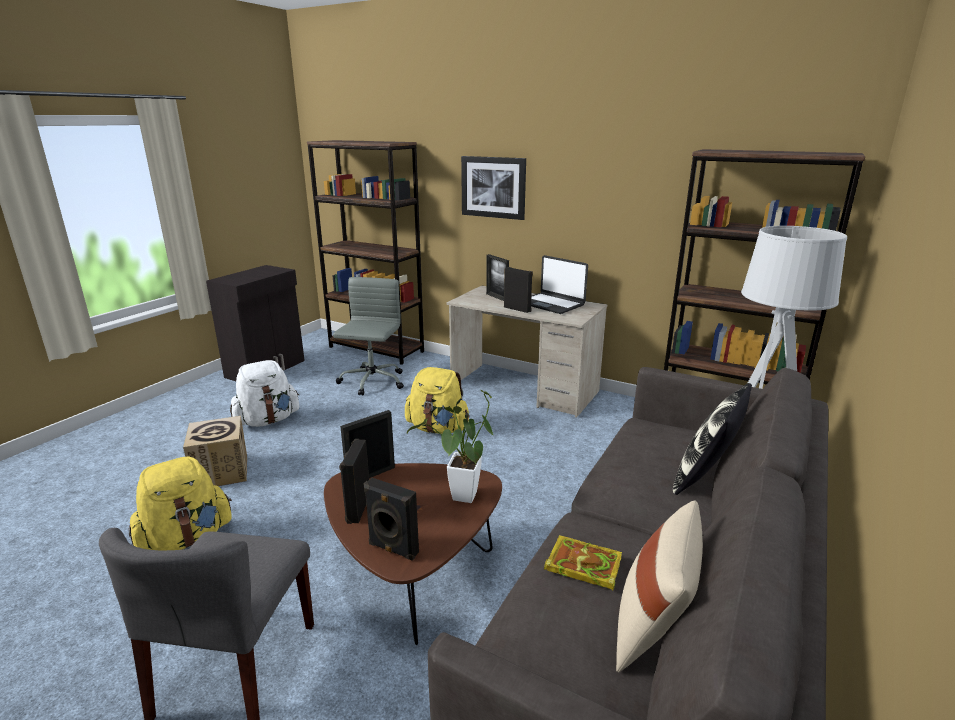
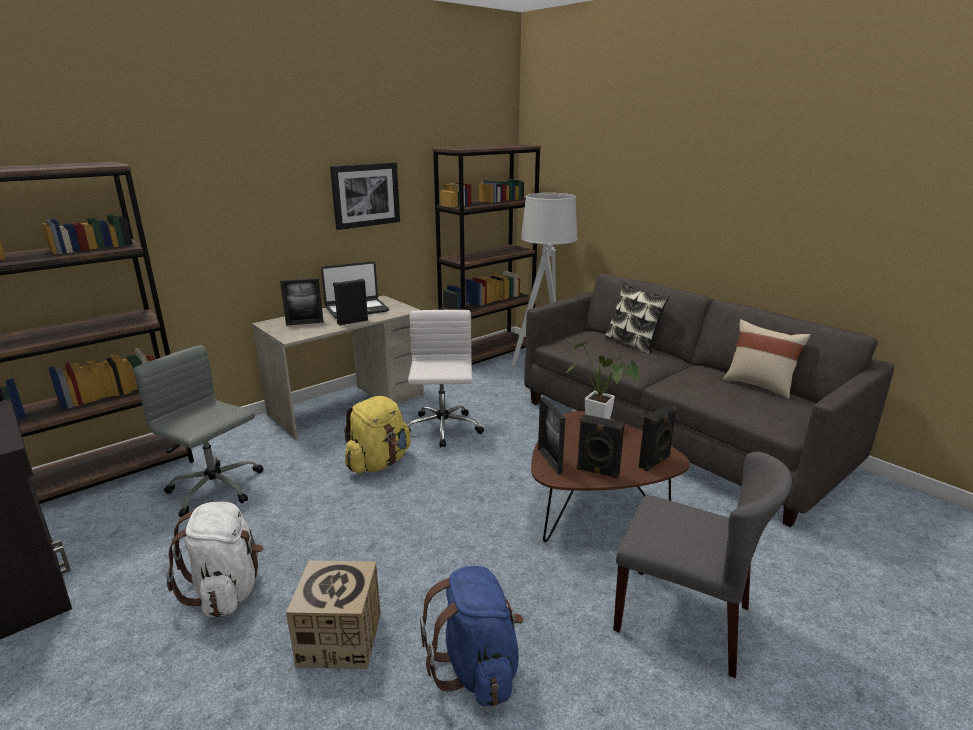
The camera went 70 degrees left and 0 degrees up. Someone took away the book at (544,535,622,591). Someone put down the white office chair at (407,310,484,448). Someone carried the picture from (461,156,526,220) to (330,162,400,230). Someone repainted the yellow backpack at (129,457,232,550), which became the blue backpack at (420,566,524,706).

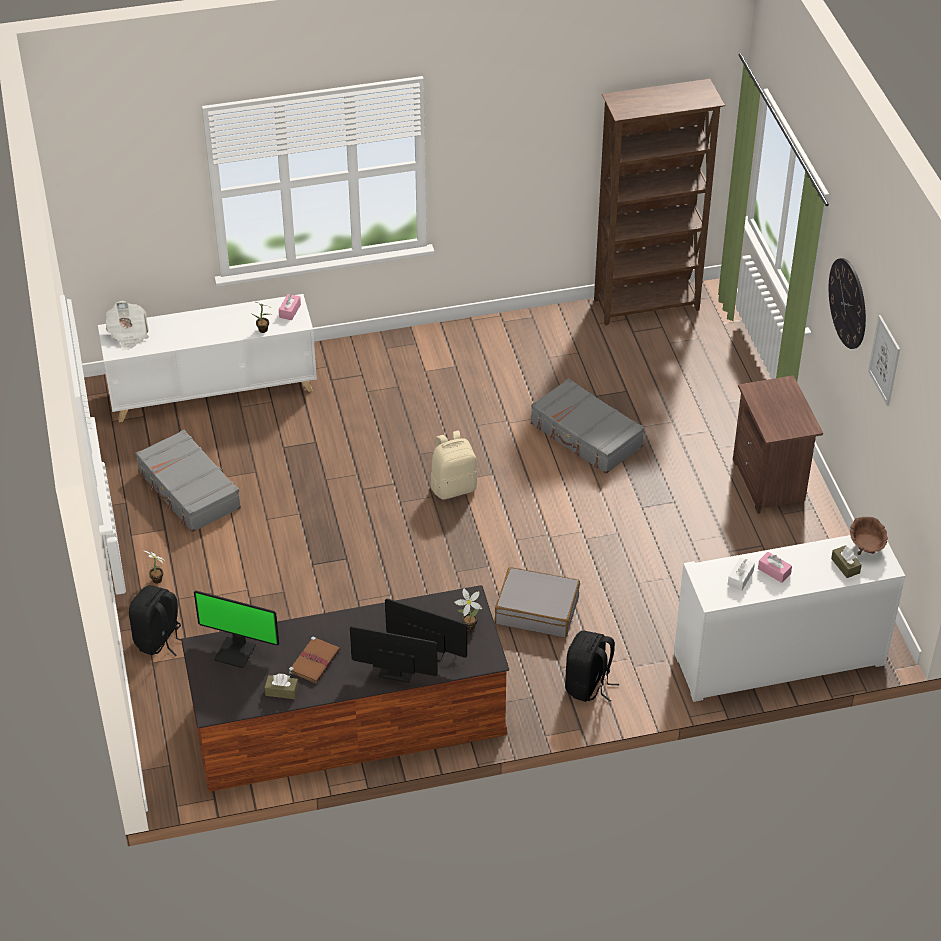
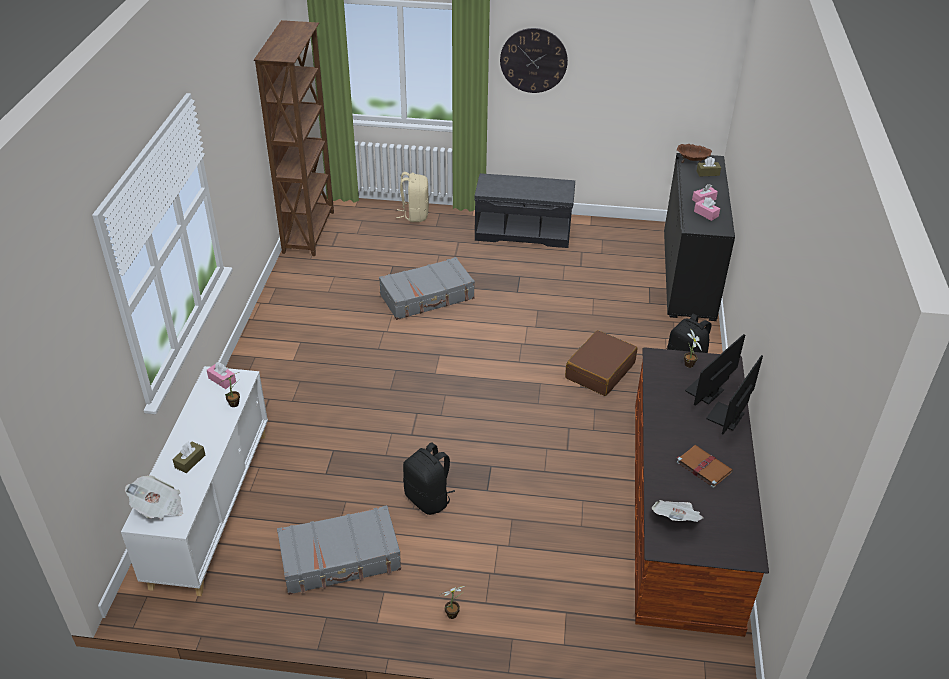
The camera went 70 degrees left and 5 degrees down. Someone took away the picture at (868,315,900,406). Someone carried the black backpack from (129,585,181,656) to (403,442,455,515). Someone carried the brown tissue box from (265,674,299,699) to (173,441,205,473). Someone carried the beige backpack from (431,431,477,500) to (396,172,429,222). Someone swapped the monitor at (194,591,279,668) for the newspaper at (652,500,703,522). Someone swapped the brown nightstand at (733,375,823,514) for the grey bench at (474,173,575,248). Someone repainted the grey suitcase at (495,567,580,637), which became the brown suitcase at (565,330,637,396). Someone repainted the white cabinet at (674,535,905,702), which became the black cabinet at (664,153,735,321). Someone repainted the white tissue box at (728,558,755,591), which became the pink tissue box at (694,197,720,221).

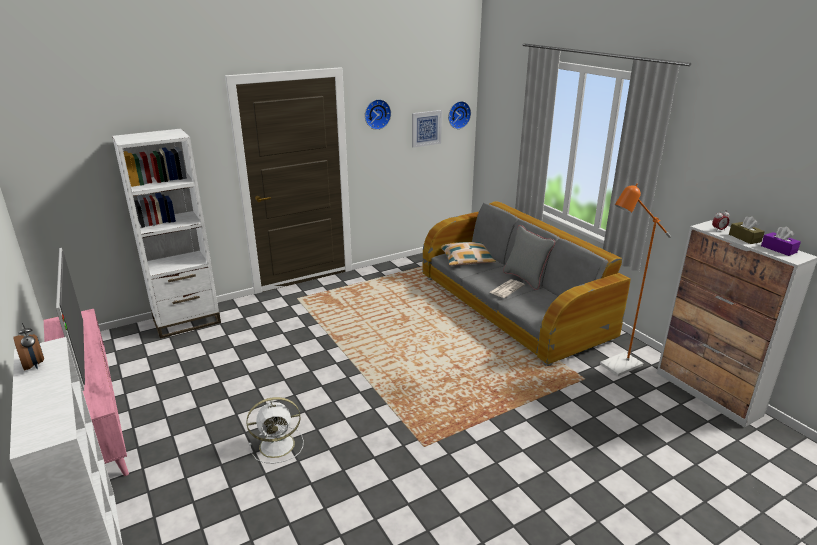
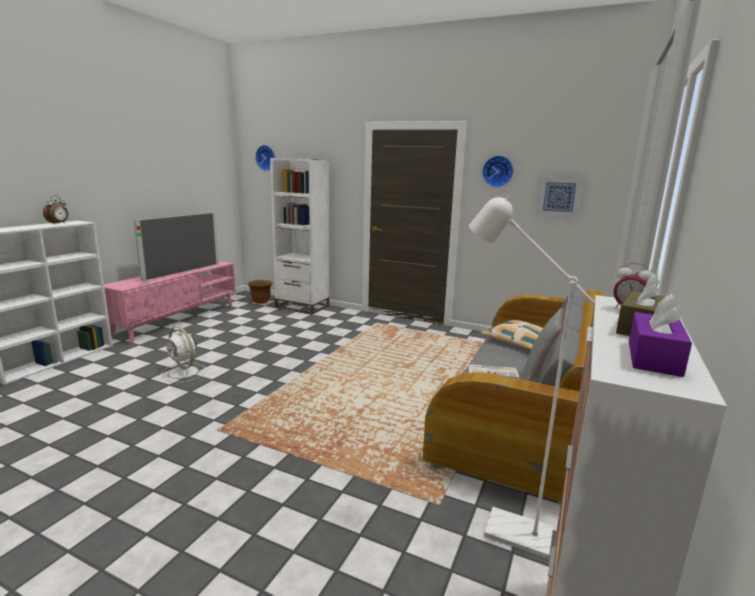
The camera went 55 degrees right and 10 degrees down. Someone put down the brown planter at (248,280,273,304). Someone carried the wall clock from (448,101,471,129) to (255,145,275,171). Someone repainted the orange floor lamp at (600,184,671,376), which became the white floor lamp at (469,195,595,559).

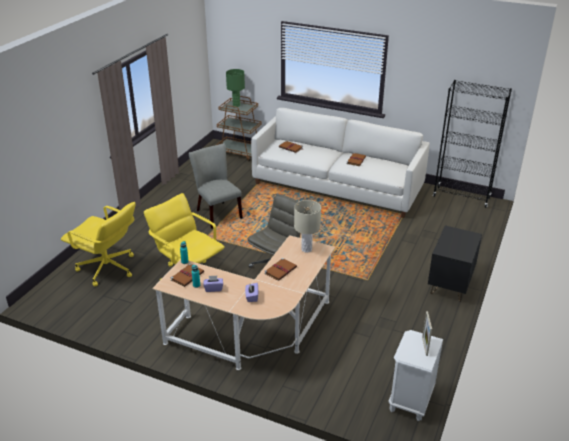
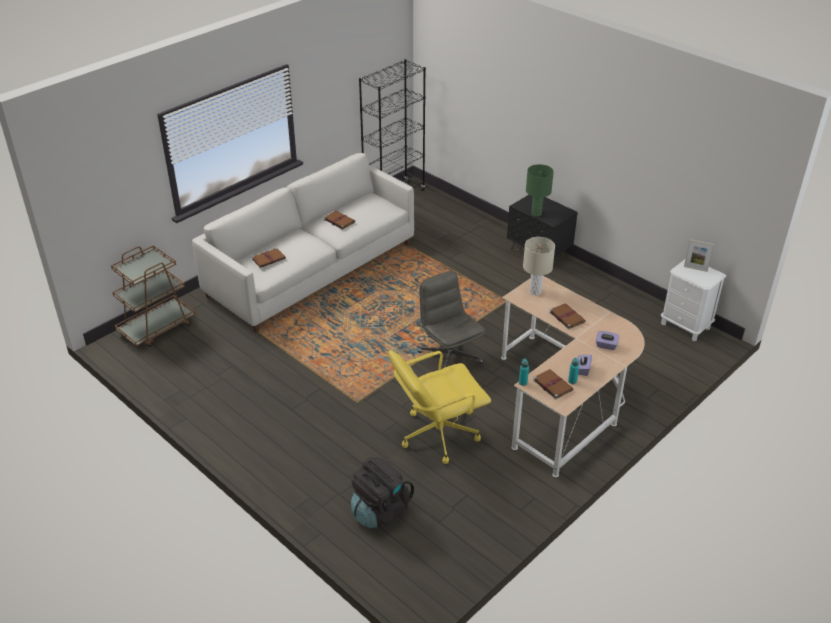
The camera went 70 degrees left and 5 degrees up. Someone took away the grey chair at (189,143,243,229). Someone carried the green table lamp from (226,69,245,107) to (526,164,554,217). Someone swapped the yellow office chair at (61,202,136,286) for the black backpack at (351,457,414,528).

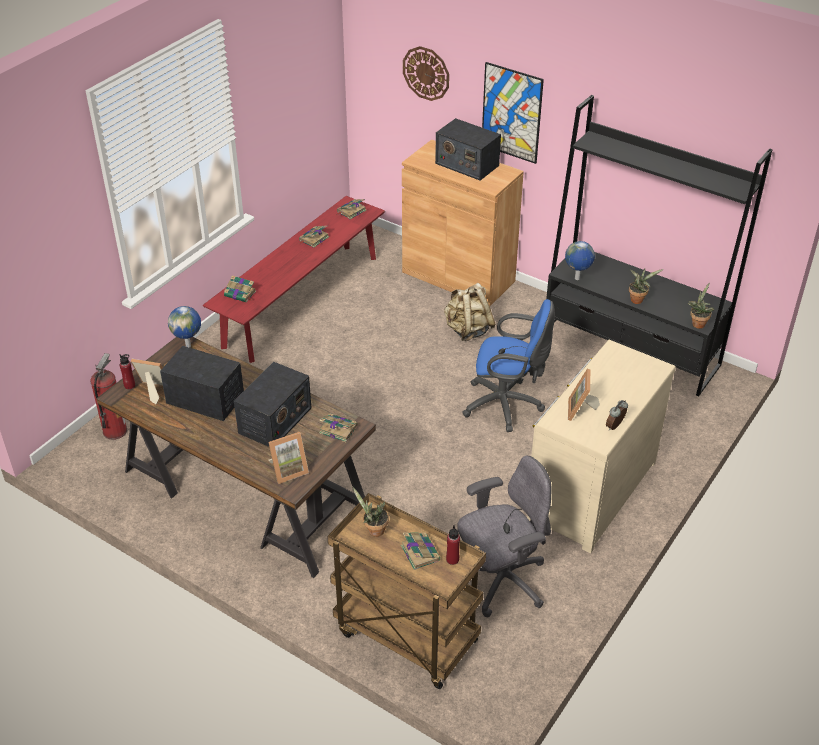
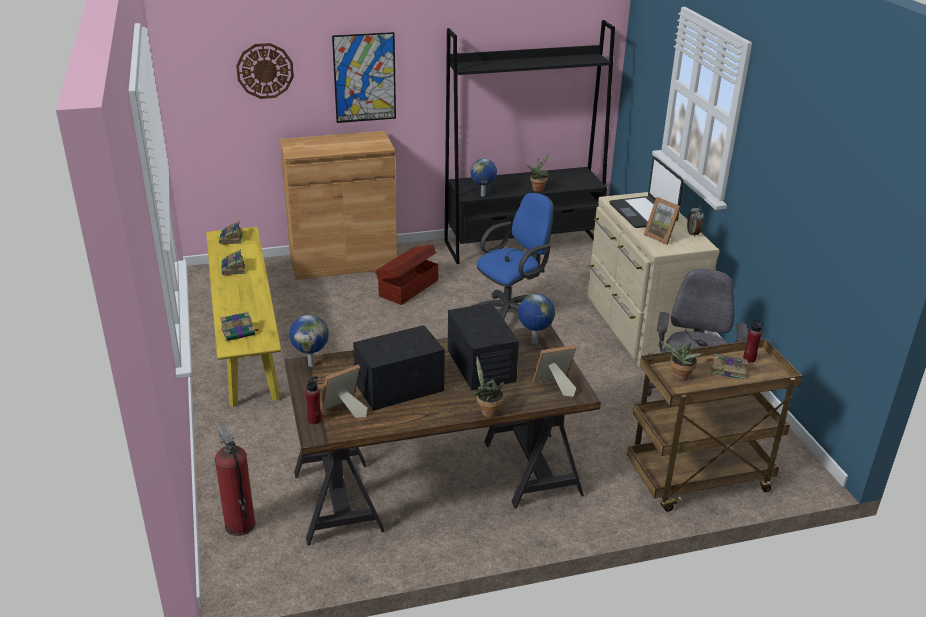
The camera went 50 degrees left and 10 degrees down. Someone took away the radio at (435,118,501,181). Someone put down the laptop at (609,157,684,228). Someone carried the potted plant from (688,282,714,329) to (473,357,504,418). Someone swapped the book at (319,413,357,442) for the globe at (518,294,555,344). Someone swapped the beige backpack at (444,283,495,341) for the brown storage box at (375,245,438,305). Someone repainted the red bench at (203,196,385,363), which became the yellow bench at (206,227,281,407). Someone rotated the picture frame at (268,432,309,484) by 120 degrees counterclockwise.

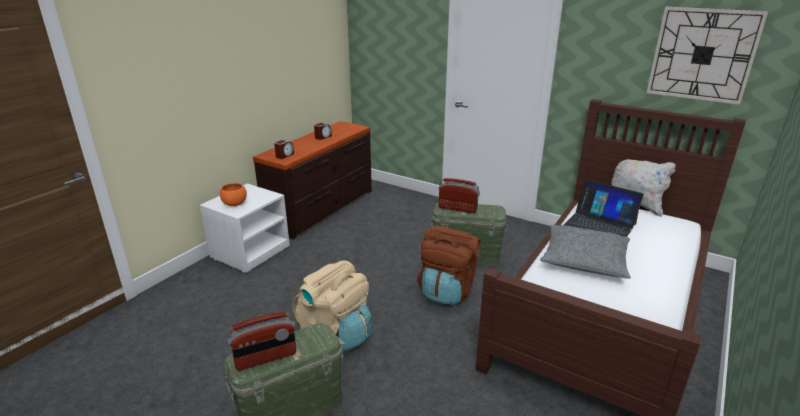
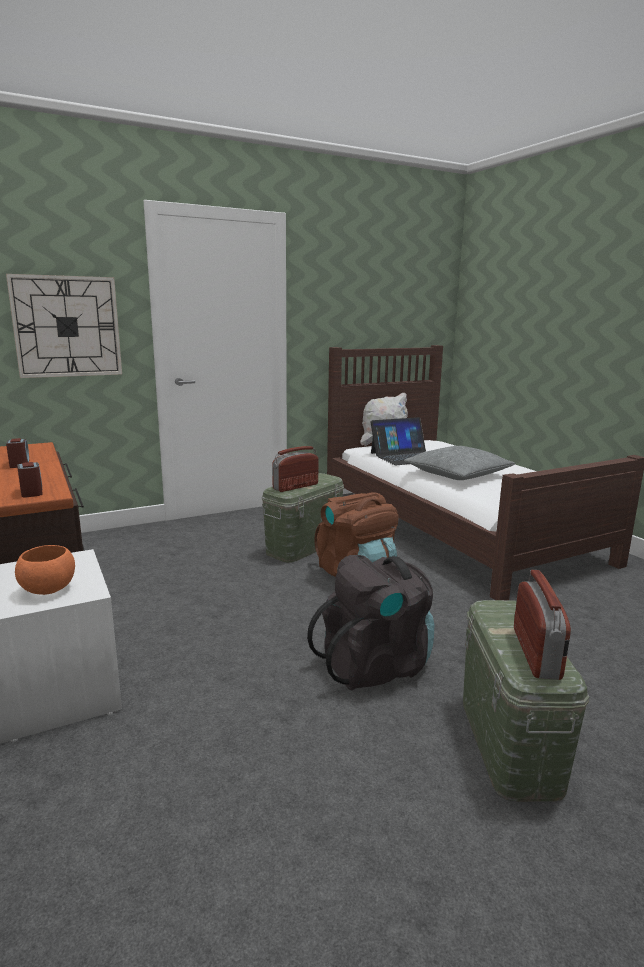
The camera went 60 degrees left and 10 degrees down. Someone carried the wall clock from (646,7,768,105) to (6,274,122,378). Someone repainted the beige backpack at (292,260,372,352), which became the black backpack at (307,555,434,690).

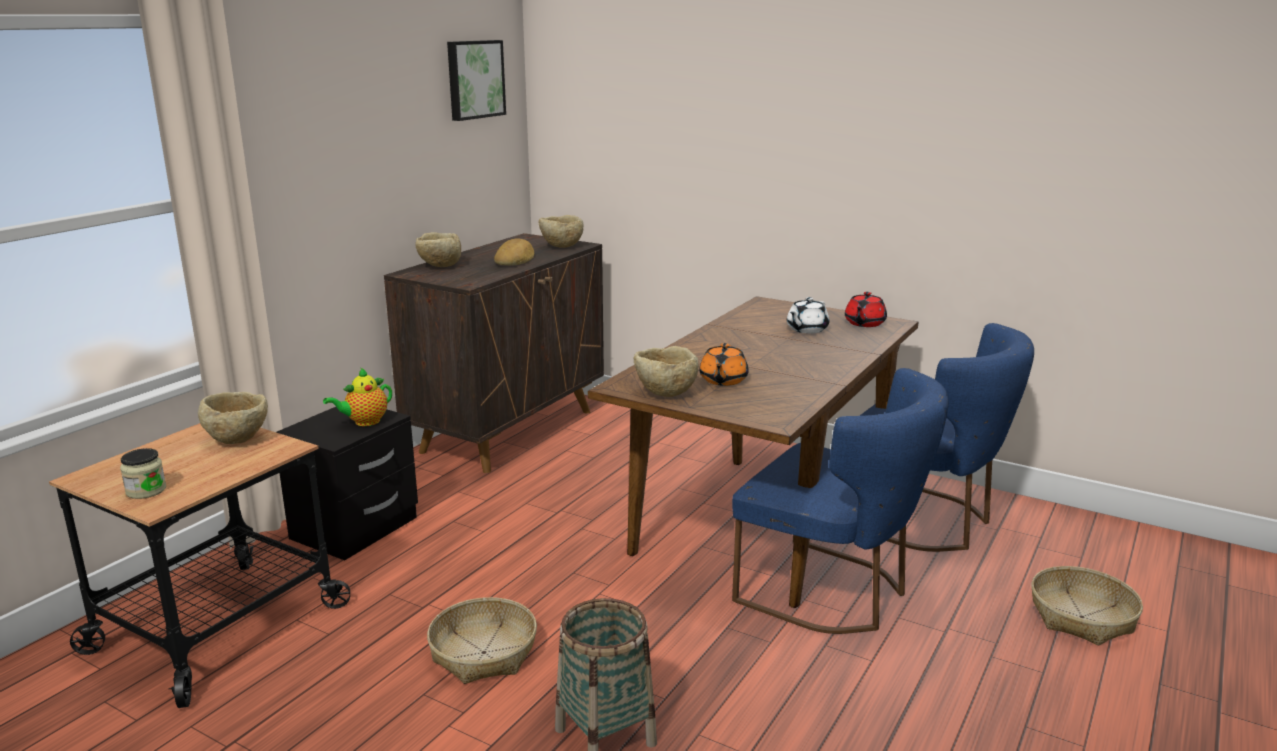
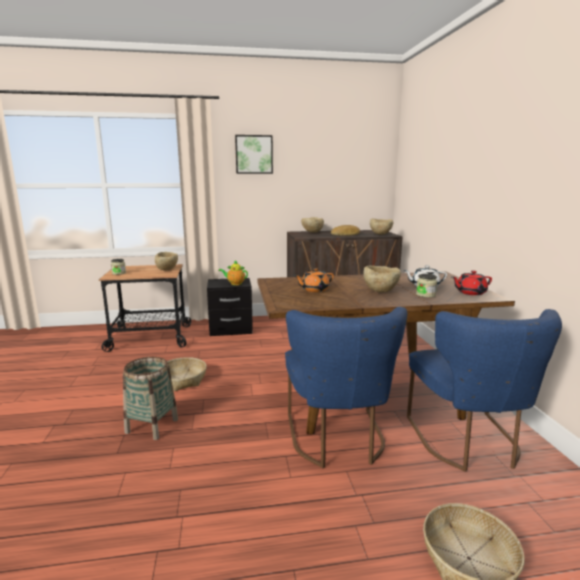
The camera went 50 degrees right and 5 degrees down. Someone put down the jar at (416,274,437,298). Someone carried the picture from (447,40,506,121) to (235,135,273,174). Someone carried the beige bowl from (634,346,698,397) to (363,266,401,292).

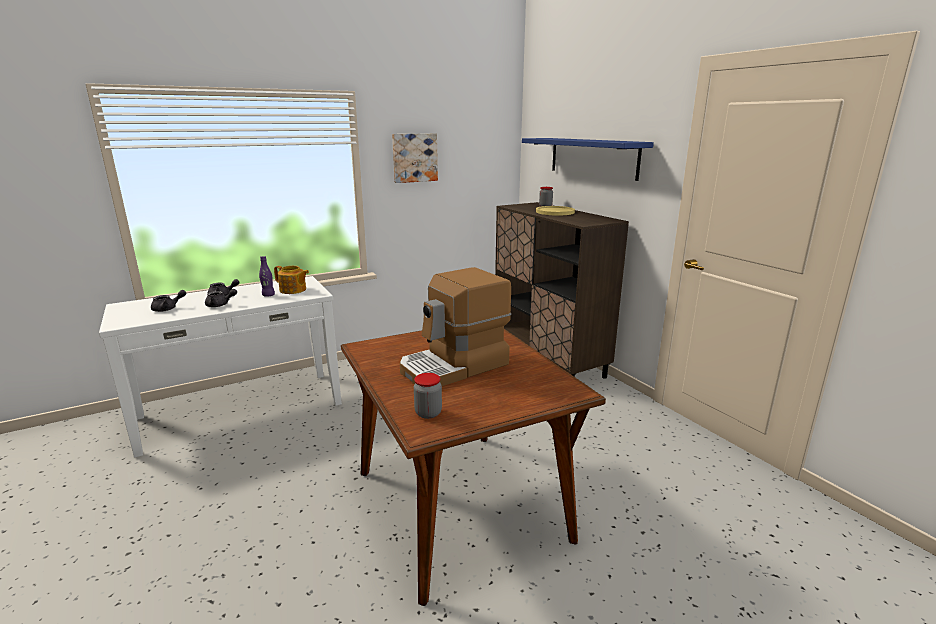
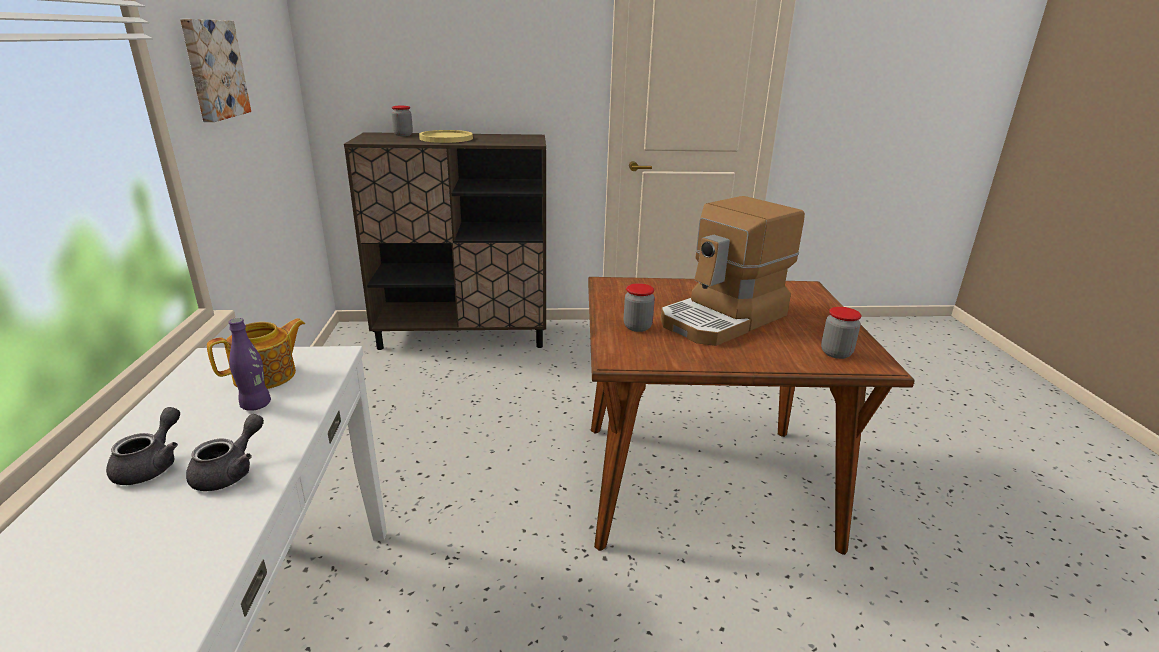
The camera went 65 degrees left and 5 degrees up. Someone took away the grey teapot at (151,290,186,312). Someone took away the blue shelf at (522,138,654,181). Someone put down the jar at (624,283,655,332). Someone rotated the coffee machine at (400,267,511,386) by 60 degrees clockwise.

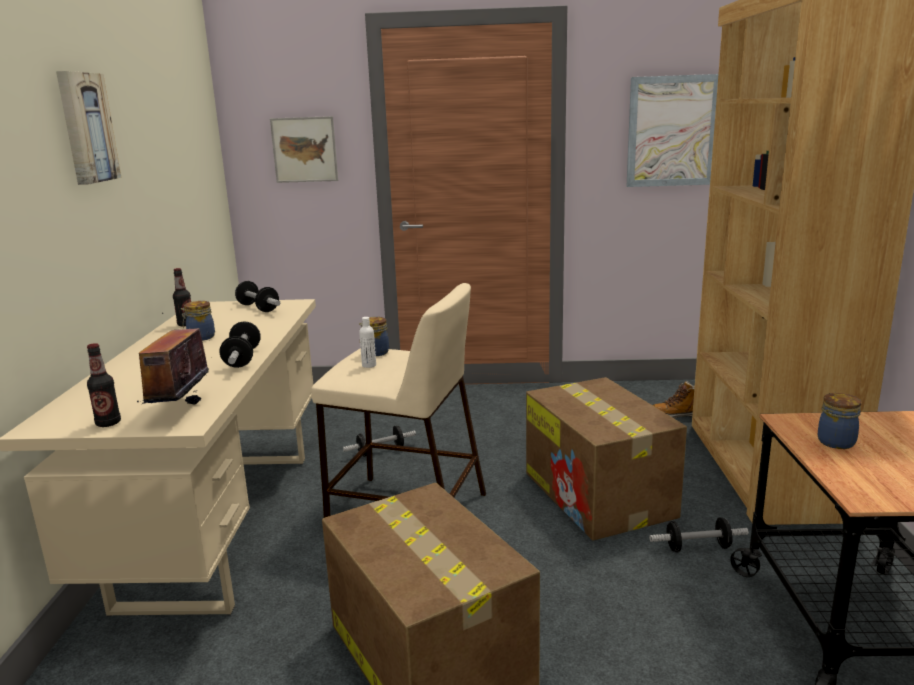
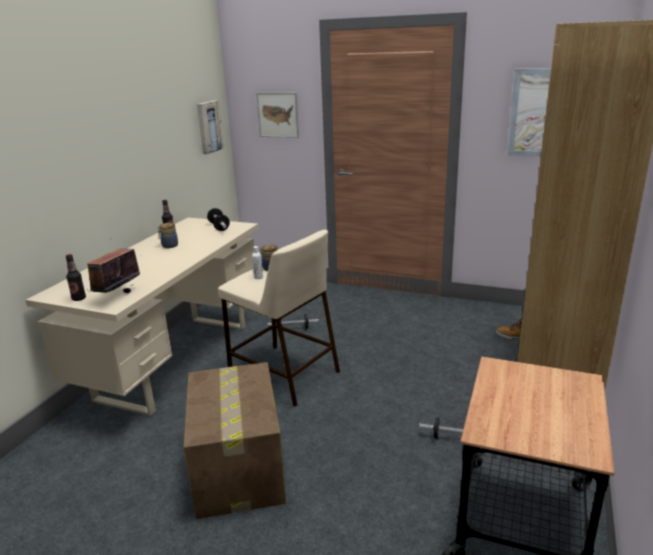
The camera went 20 degrees right and 5 degrees up. Someone took away the dumbbell at (220,321,261,368). Someone took away the cardboard box at (526,377,687,541). Someone took away the jar at (818,393,861,449). Someone carried the picture from (56,71,121,185) to (197,100,224,154).

